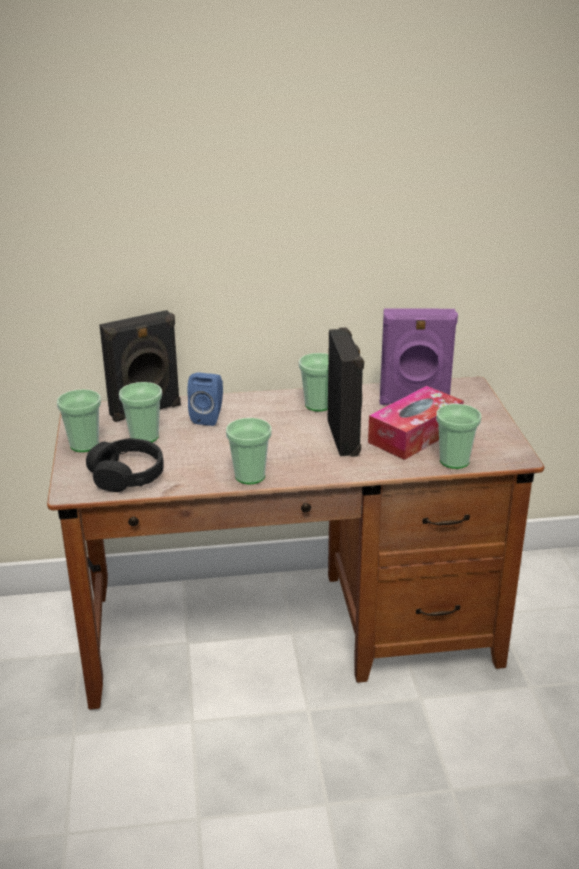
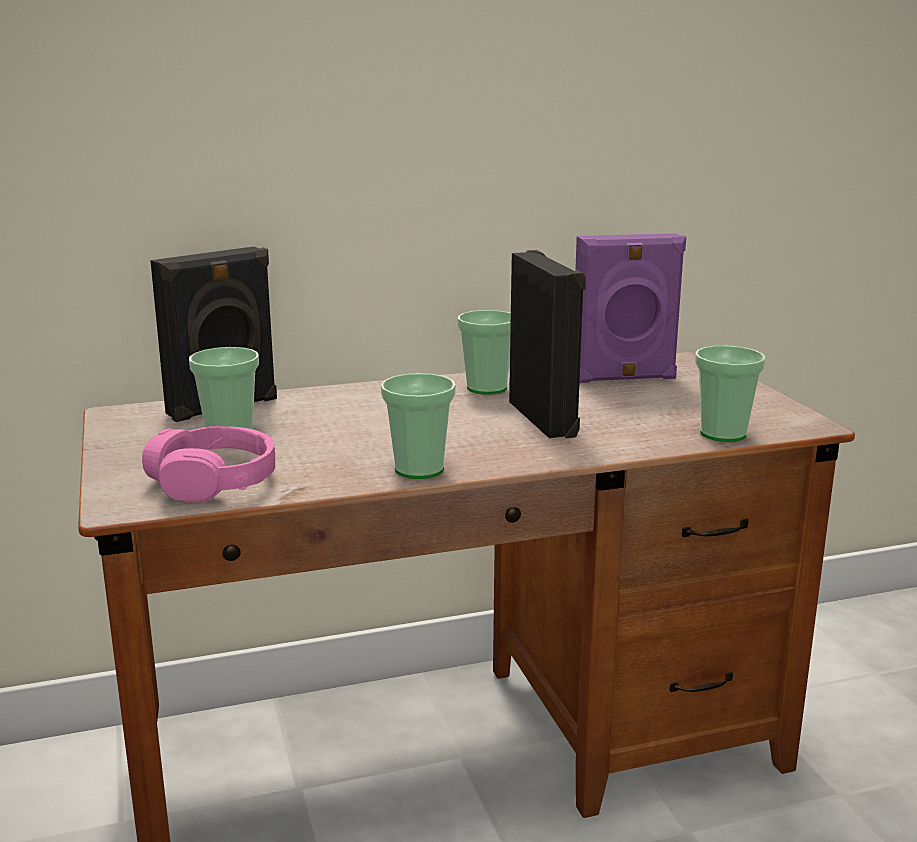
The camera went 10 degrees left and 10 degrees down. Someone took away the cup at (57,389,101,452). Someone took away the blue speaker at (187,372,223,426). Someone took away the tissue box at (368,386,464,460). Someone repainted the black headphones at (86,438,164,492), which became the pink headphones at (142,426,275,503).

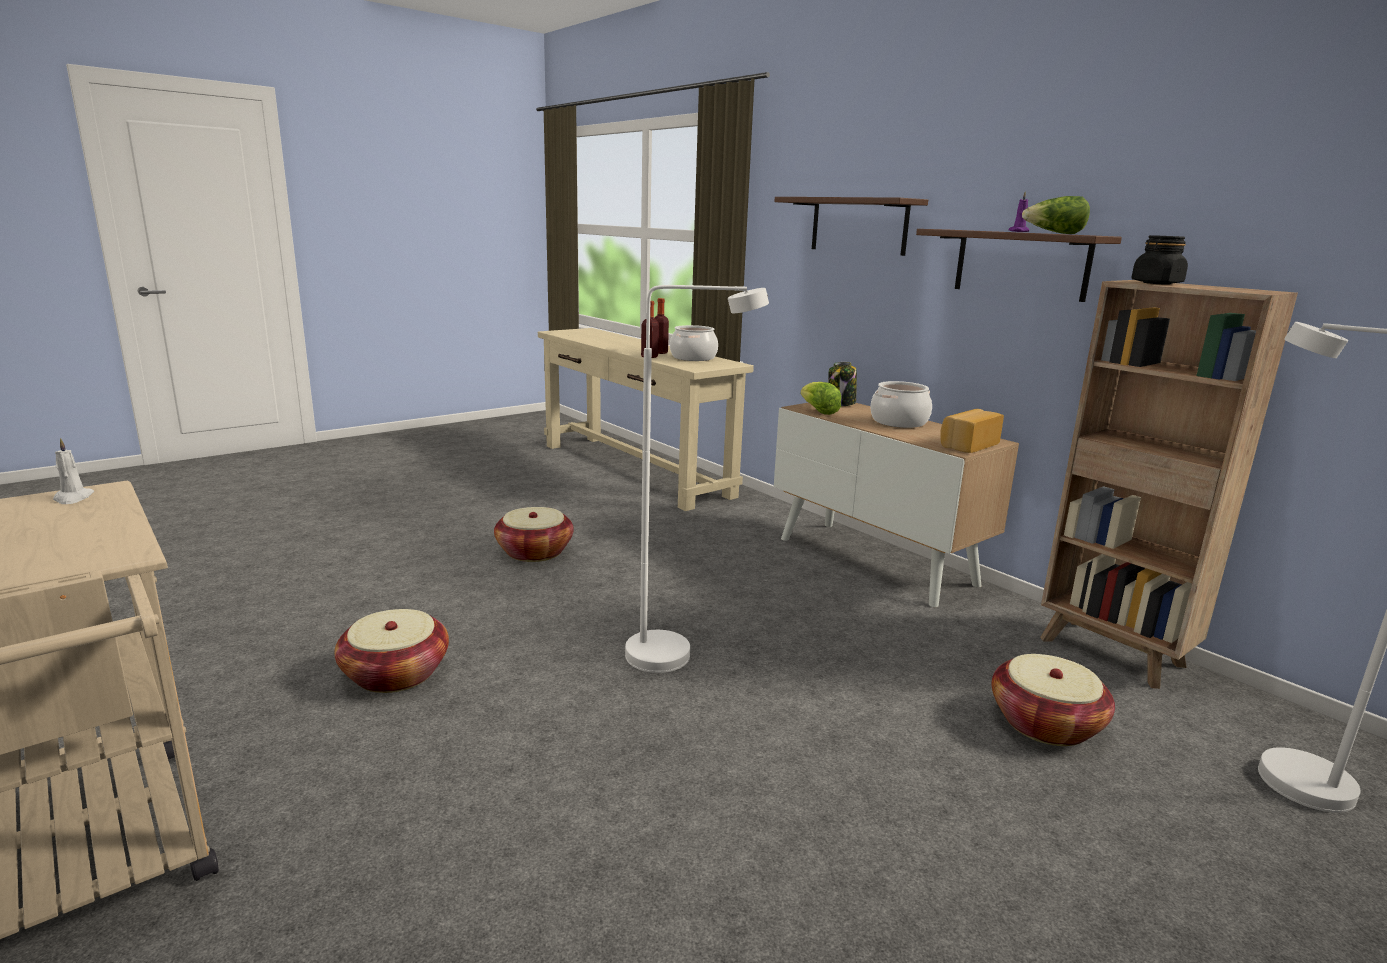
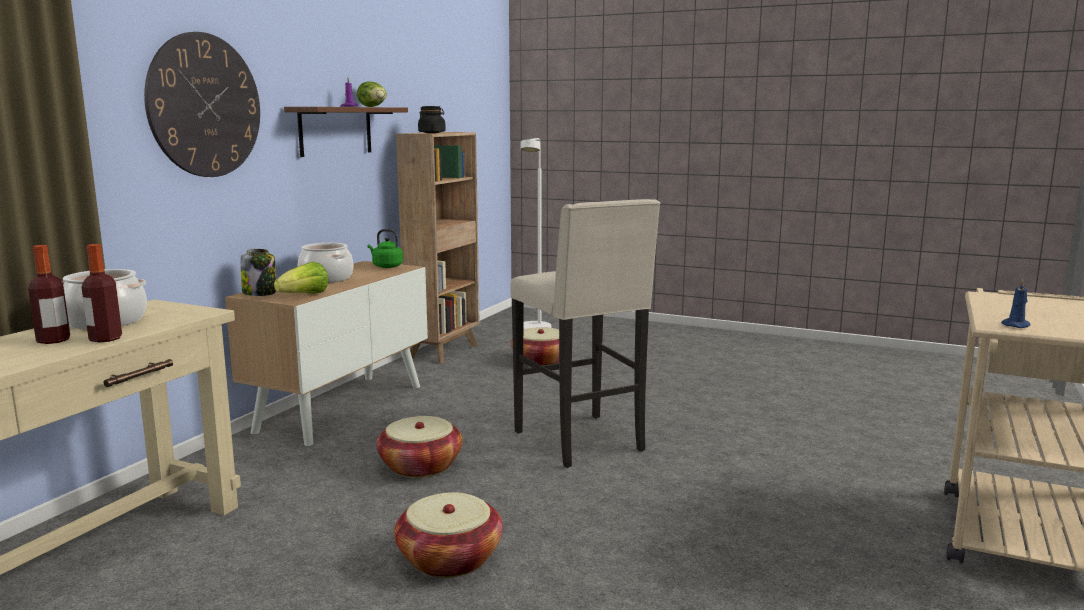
The camera went 115 degrees left and 5 degrees down. Someone carried the basket from (334,609,449,693) to (376,416,463,478). Someone swapped the white floor lamp at (625,285,769,673) for the beige stool at (510,199,660,468). Someone swapped the brown shelf at (774,197,928,256) for the wall clock at (144,32,260,177). Someone swapped the bread at (940,409,1004,453) for the green kettle at (368,229,403,268). Someone repainted the white candle at (53,438,94,504), which became the blue candle at (1001,279,1030,328).

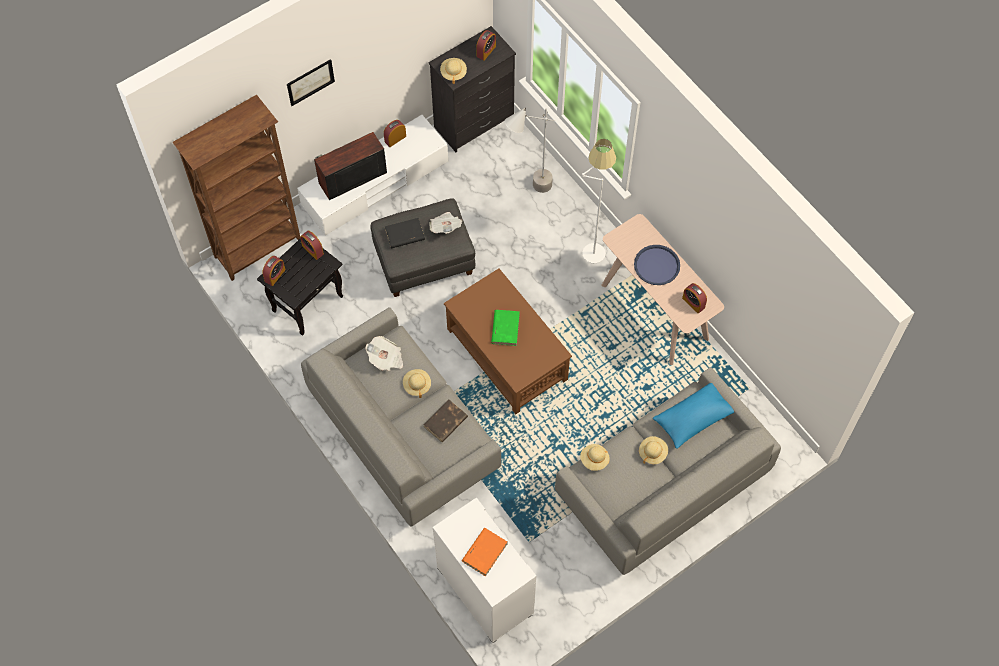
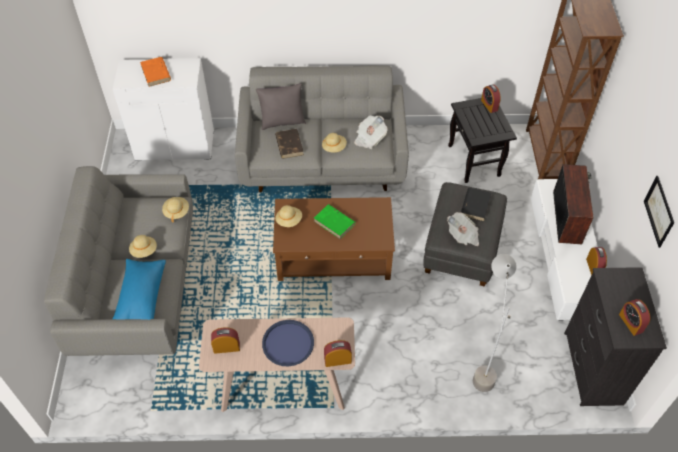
The camera went 125 degrees right and 10 degrees down. Someone took away the white floor lamp at (582,139,616,264). Someone put down the grey pillow at (256,83,306,130). Someone carried the picture from (287,59,335,106) to (644,176,674,248). Someone carried the alarm clock from (300,231,324,260) to (324,340,352,367). Someone carried the beige hat from (440,58,467,84) to (275,205,302,227).

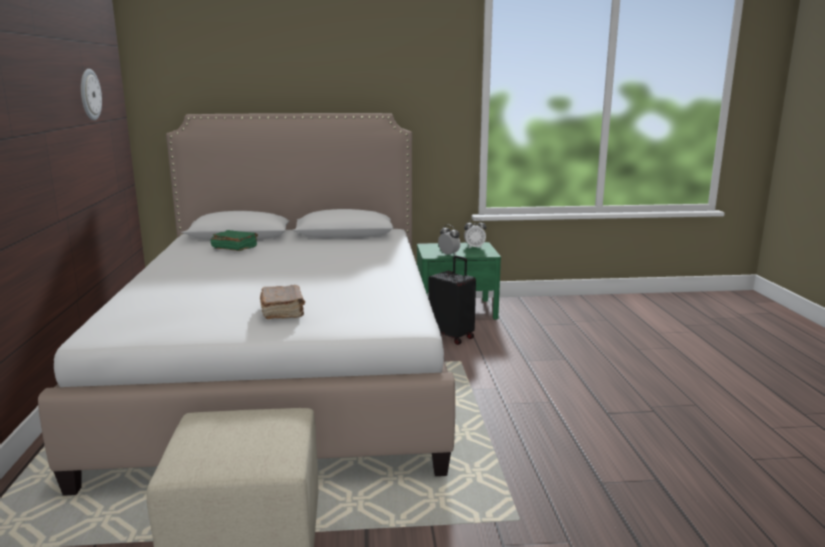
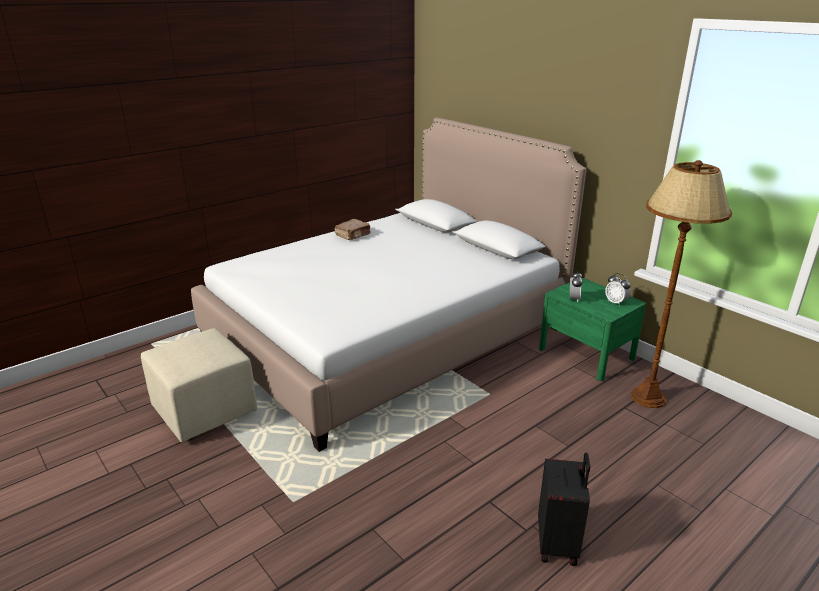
The camera went 55 degrees right and 10 degrees up. Someone took away the wall clock at (81,69,102,120). Someone took away the green book at (211,230,258,251). Someone put down the brown floor lamp at (631,160,732,408). Someone carried the brown book from (260,285,305,319) to (335,219,370,240). Someone carried the black suitcase from (428,256,476,345) to (538,452,590,566).

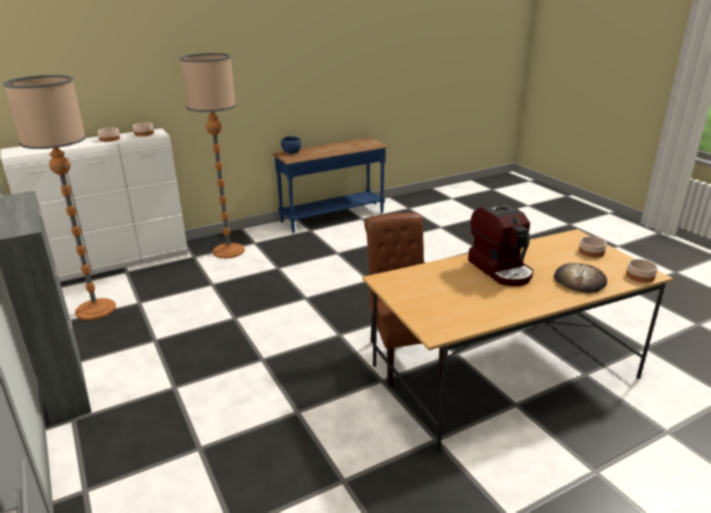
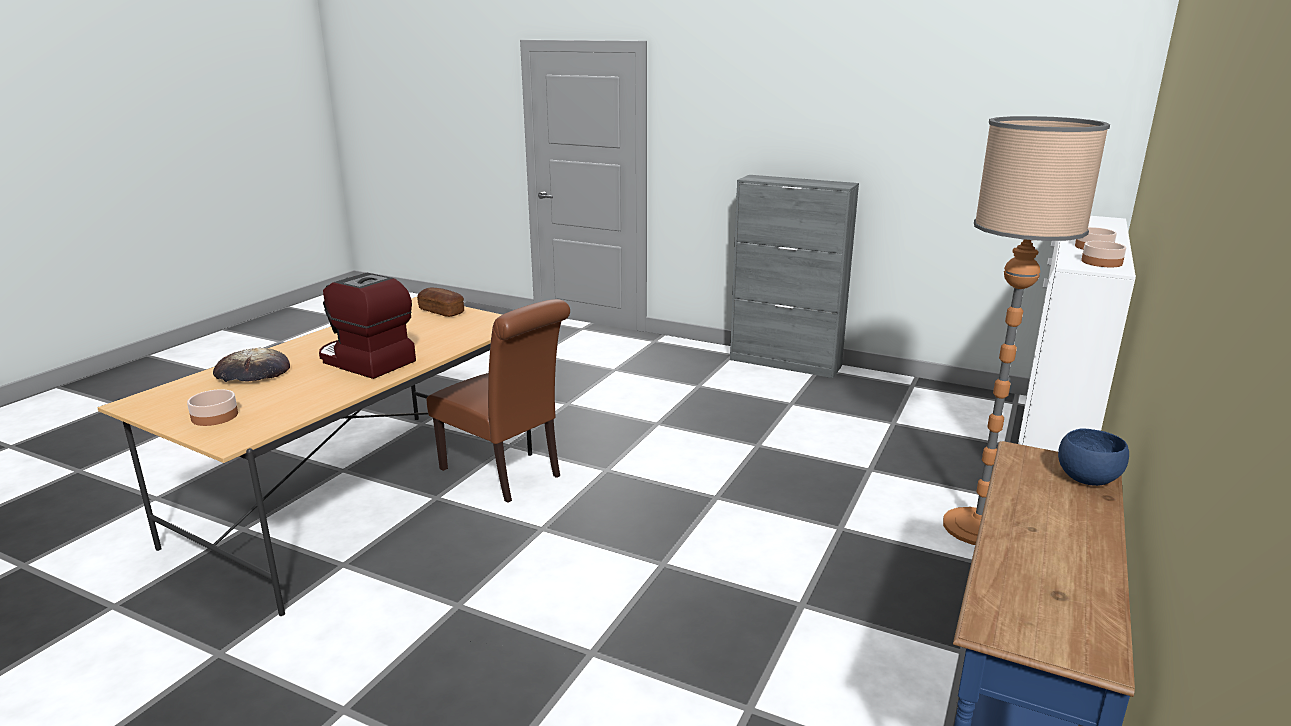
The camera went 145 degrees right and 5 degrees down. Someone took away the floor lamp at (3,75,116,320). Someone took away the bowl at (626,259,658,283). Someone put down the bread at (417,287,464,317).

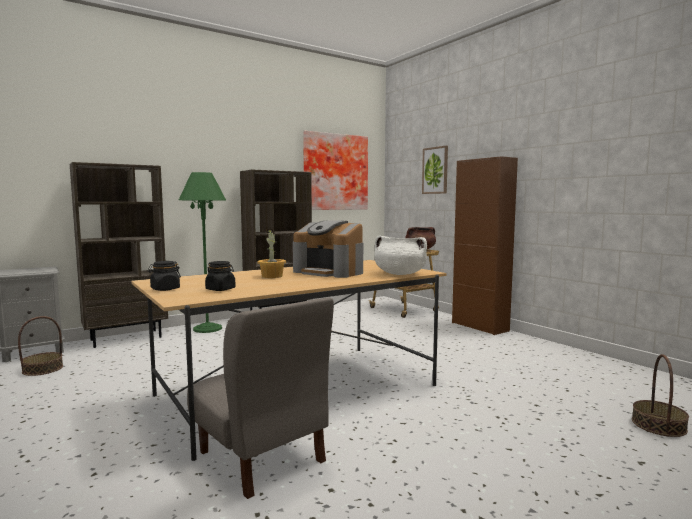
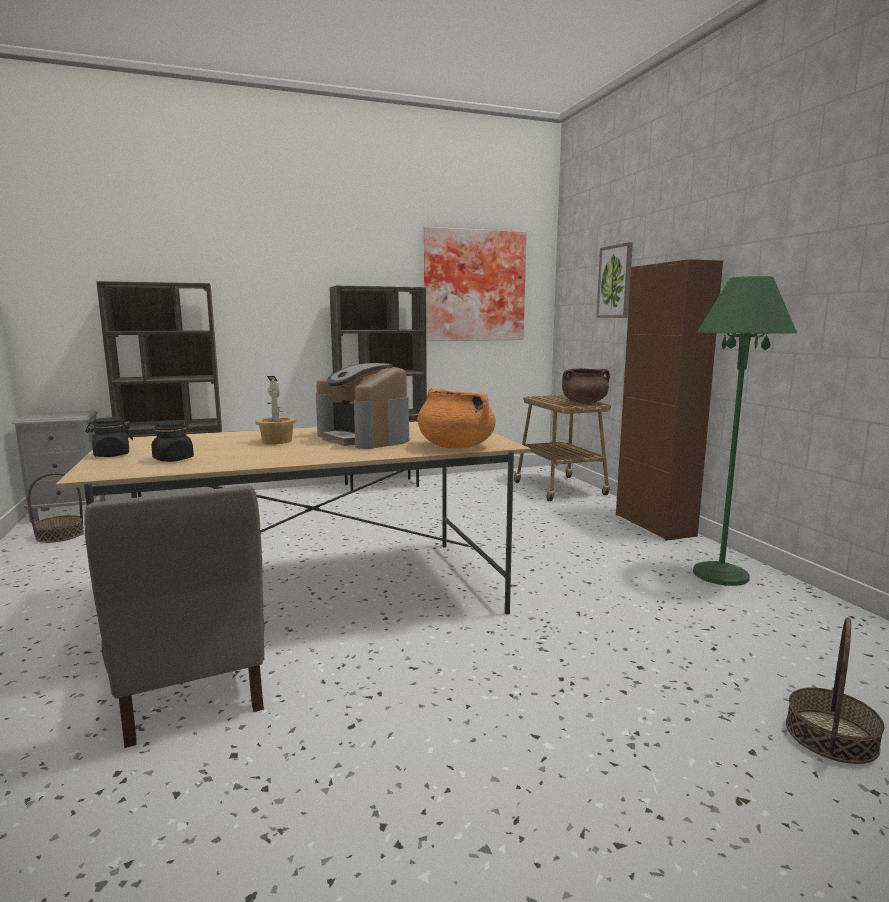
The camera went 15 degrees right and 5 degrees up. Someone carried the green floor lamp from (179,172,226,333) to (693,276,797,586). Someone repainted the white cooking pot at (374,236,427,275), which became the orange cooking pot at (417,388,496,449).

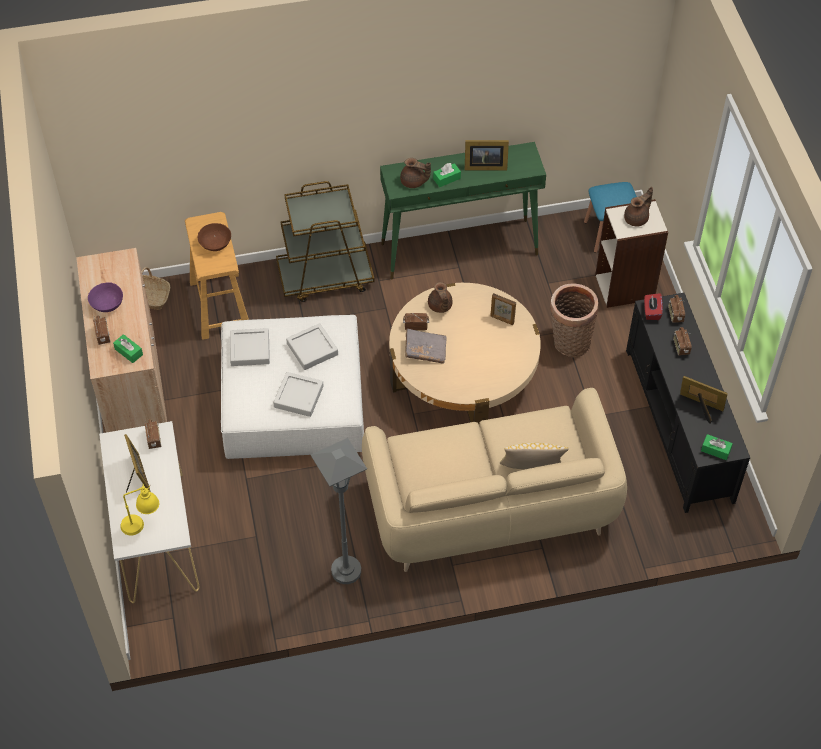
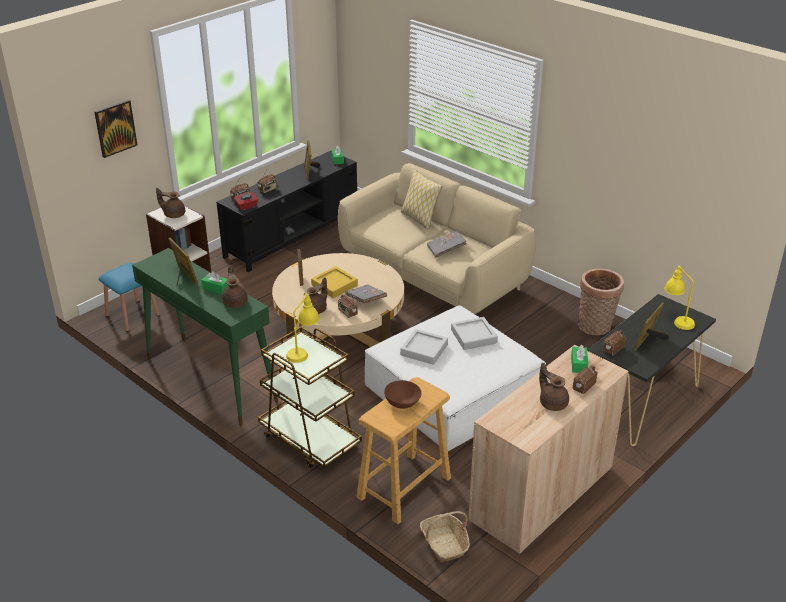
The camera went 125 degrees left and 20 degrees down. Someone took away the grey tray at (230,328,270,366). Someone took away the grey floor lamp at (311,438,367,584). Someone put up the picture at (94,100,137,158). Someone put down the yellow table lamp at (286,293,319,363). Someone put down the yellow tray at (311,266,358,298). Someone put down the grey book at (427,230,467,257). Someone carried the basket from (550,284,599,357) to (578,268,624,335). Someone swapped the purple bowl at (88,283,123,312) for the brown teapot at (539,363,569,411). Someone repainted the white console table at (99,421,200,603), which became the black console table at (587,294,716,446).

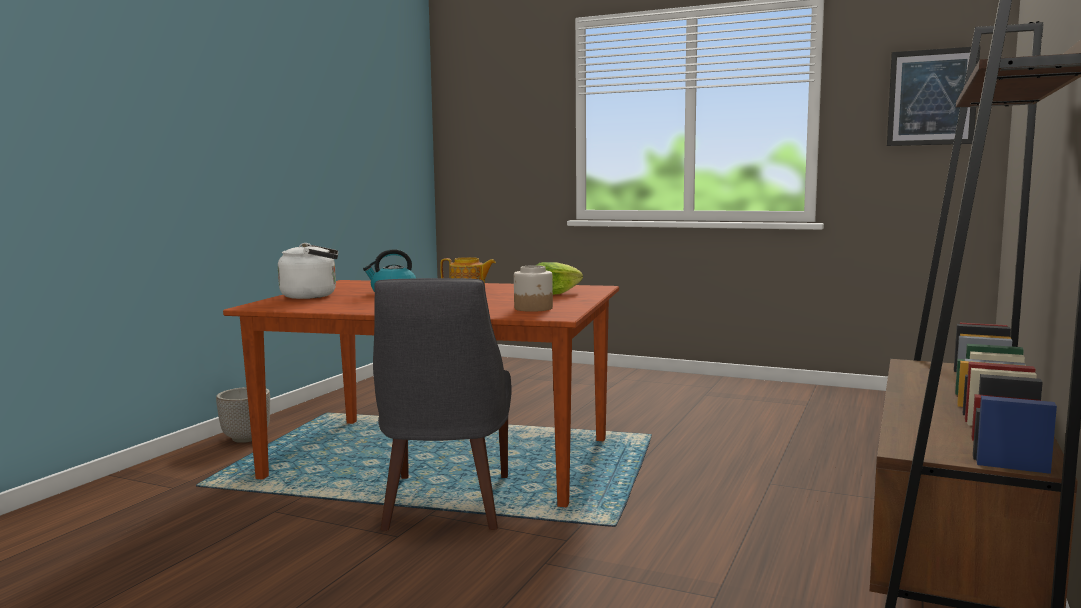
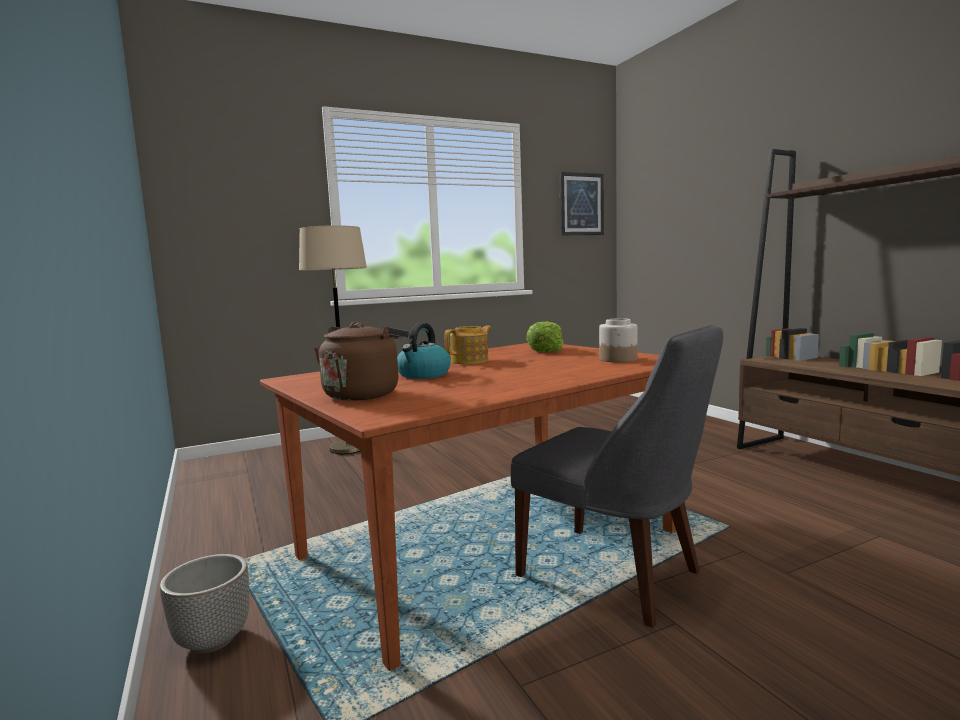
The camera went 50 degrees left and 0 degrees up. Someone put down the beige floor lamp at (299,225,367,454). Someone repainted the white kettle at (278,243,338,299), which became the brown kettle at (314,322,409,401).

